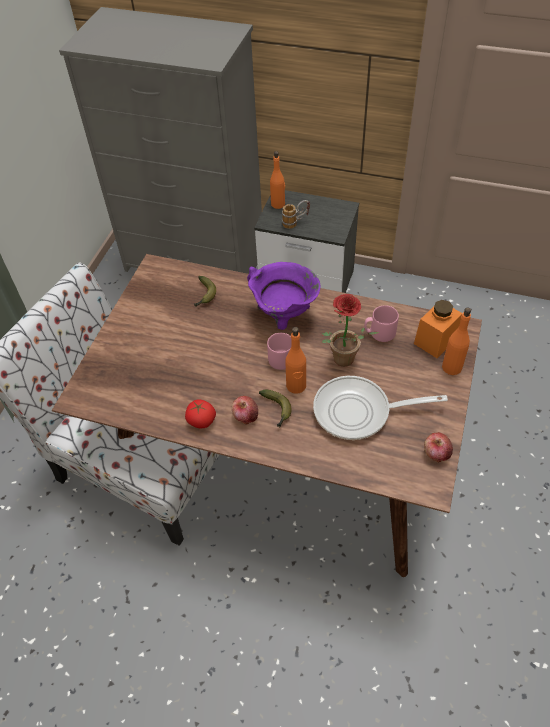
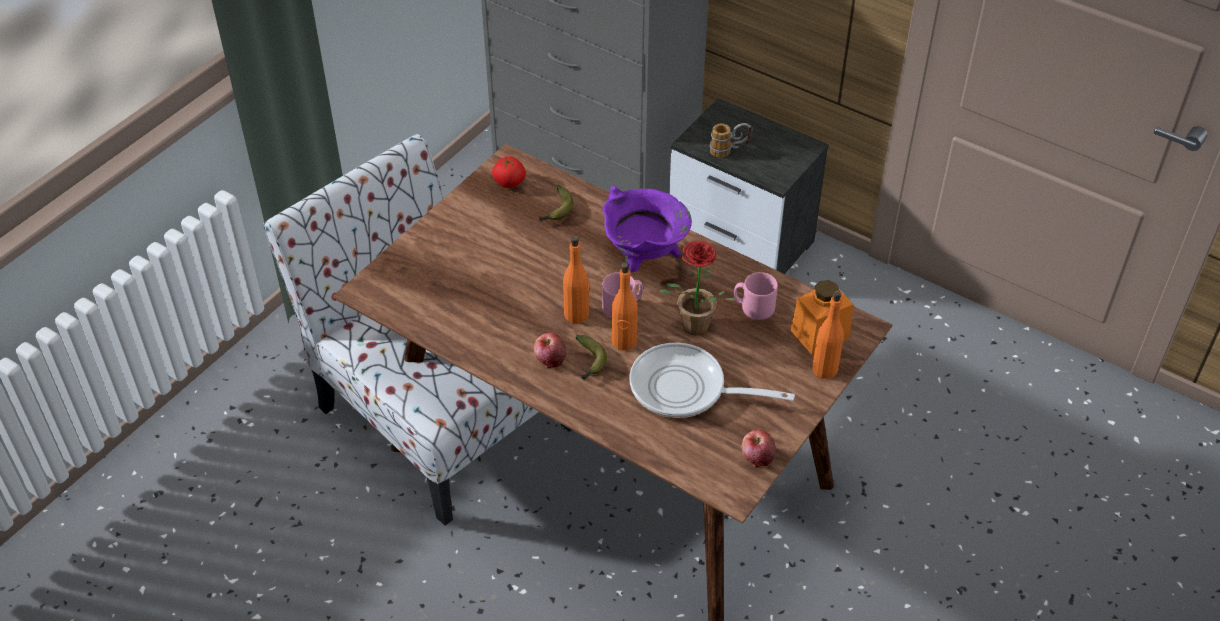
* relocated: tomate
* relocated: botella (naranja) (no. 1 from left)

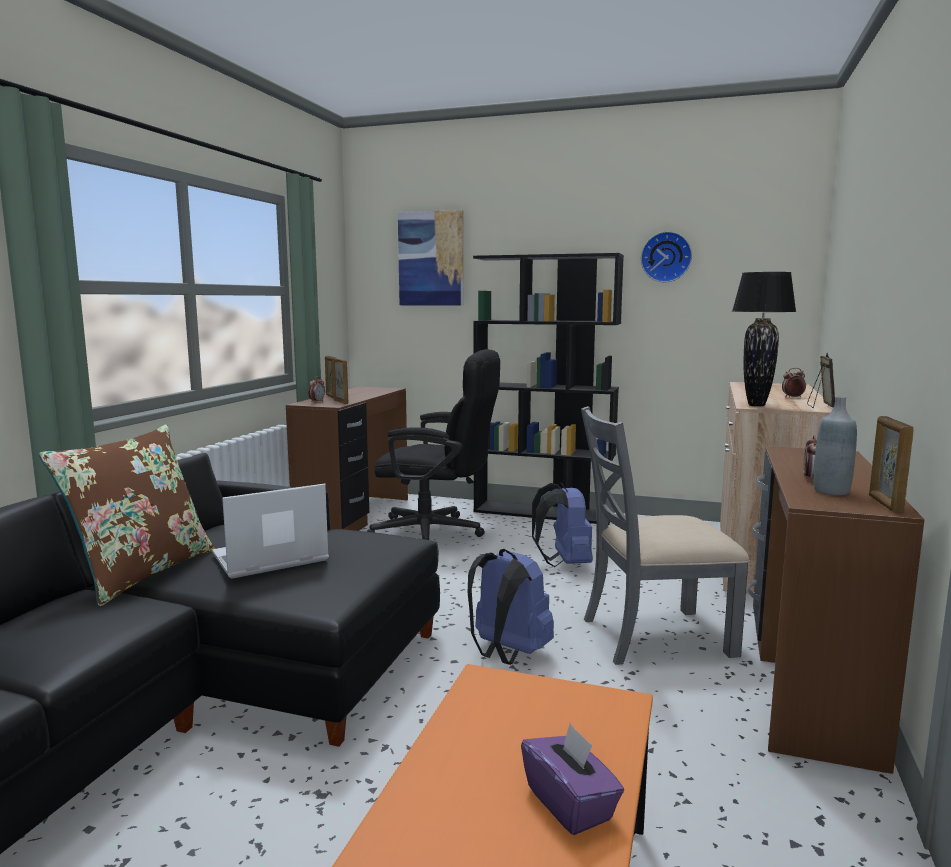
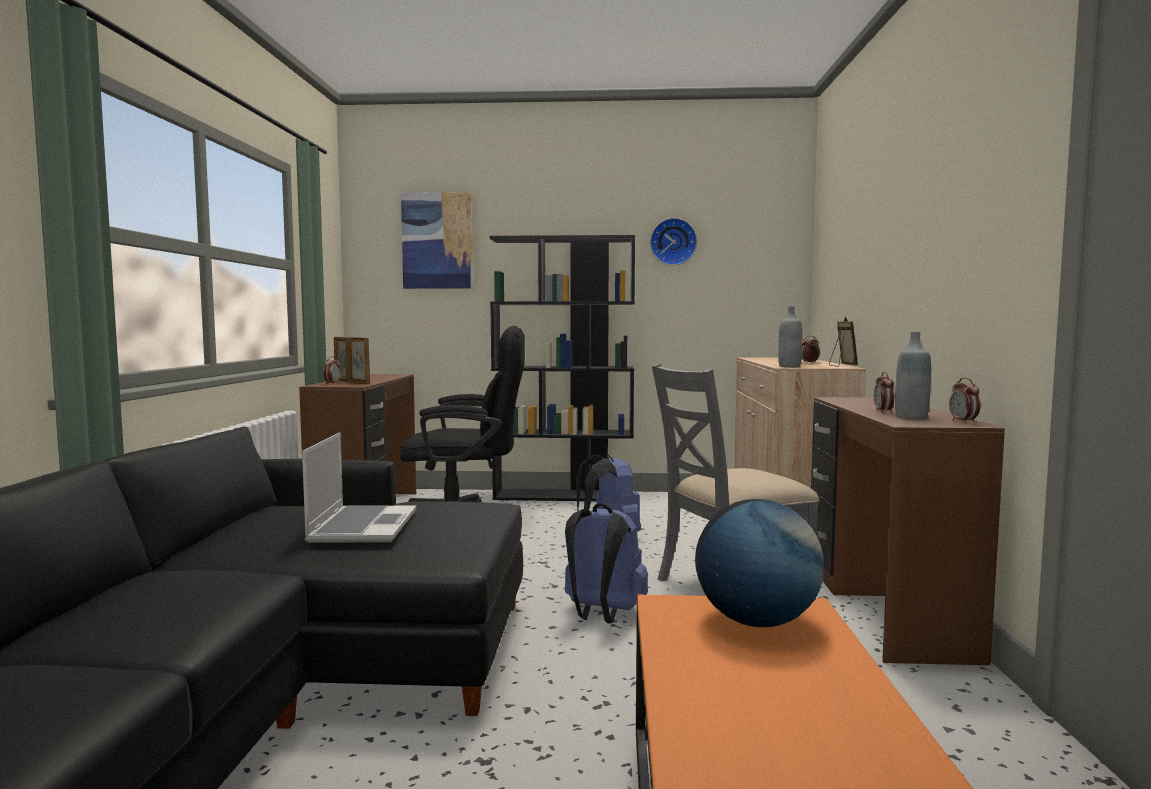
* missing: cojín (marrón)
* missing: caja de pañuelos (morado)
* appeared: globo terráqueo
* exchanged: lámpara de mesa (negro) to botella (gris) (no. 1 from left)
* exchanged: portarretratos (no. 4 from left) to despertador (no. 4 from left)
* spun: portátil 135 degrees clockwise

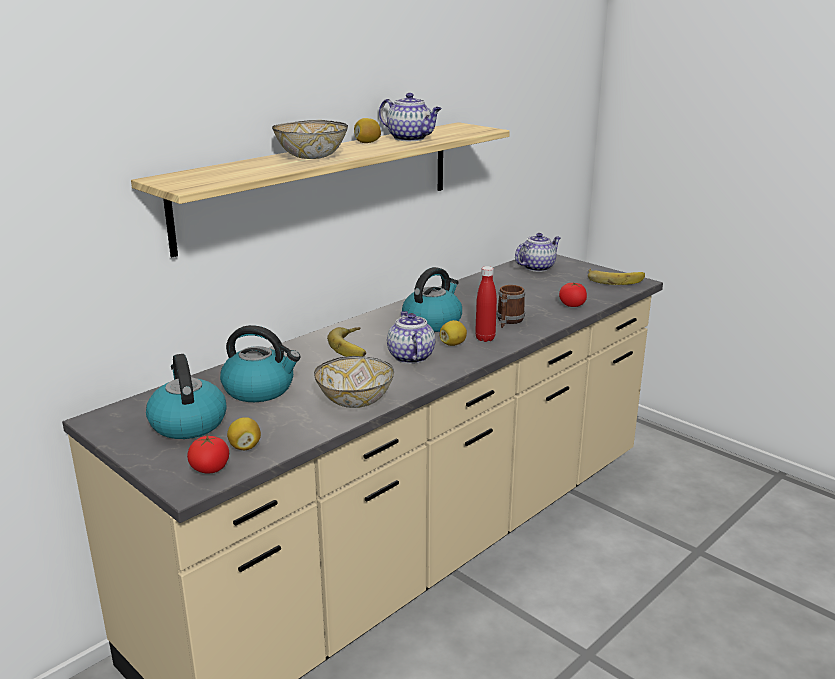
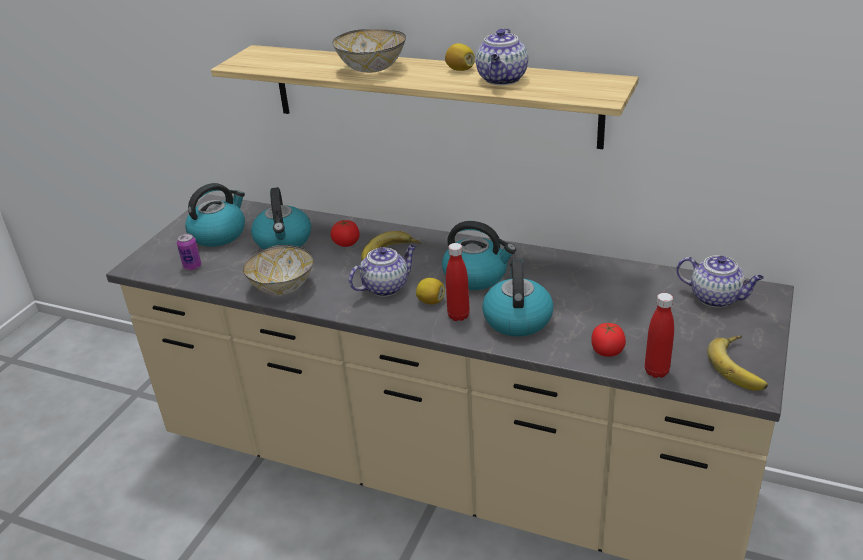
* appeared: botella (rojo) (no. 2 from left)
* relocated: tomate (no. 1 from left)
* exchanged: limón (no. 1 from left) to lata
* exchanged: taza grande to hervidor (no. 4 from left)

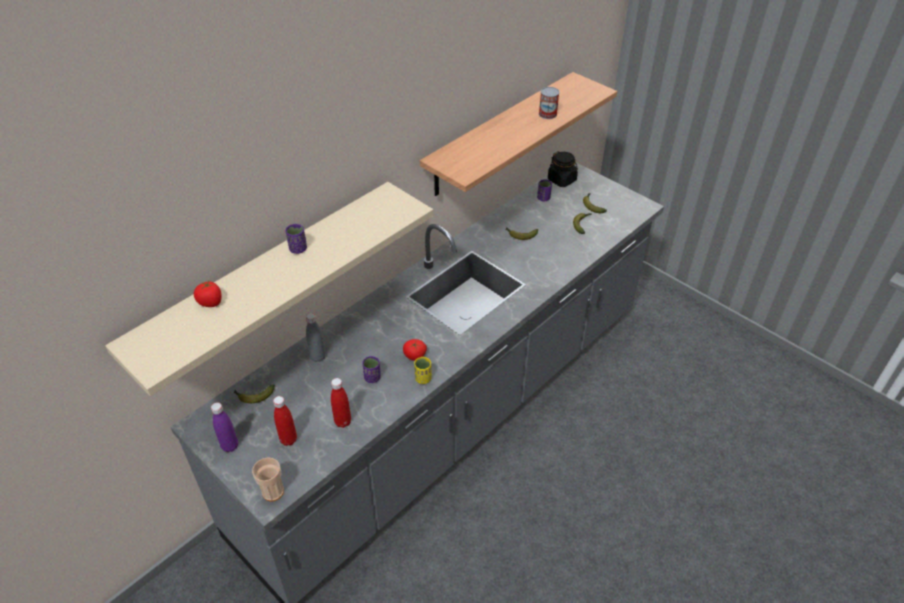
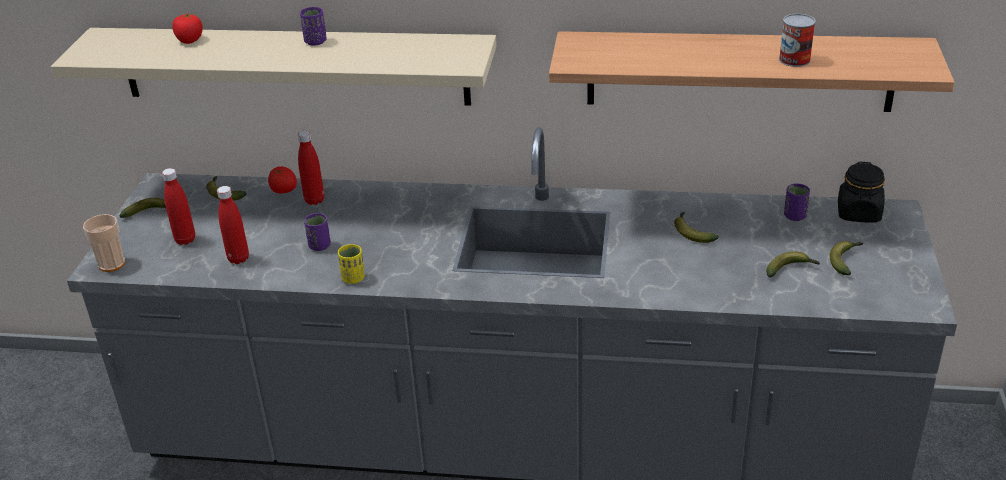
* relocated: tomate (no. 2 from left)
* exchanged: botella (morado) to plátano (no. 1 from left)
* colour: botella (gris) to botella (rojo) (no. 3 from left)

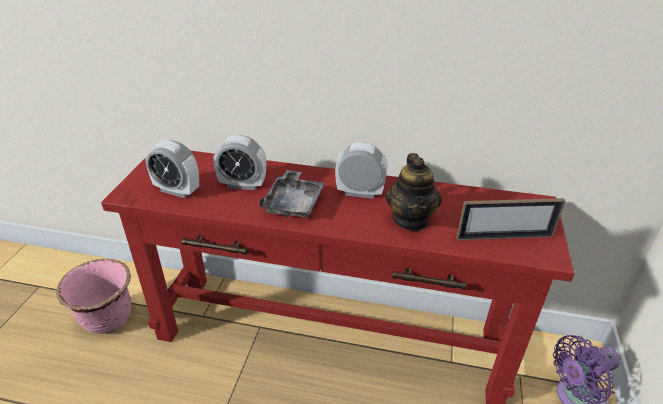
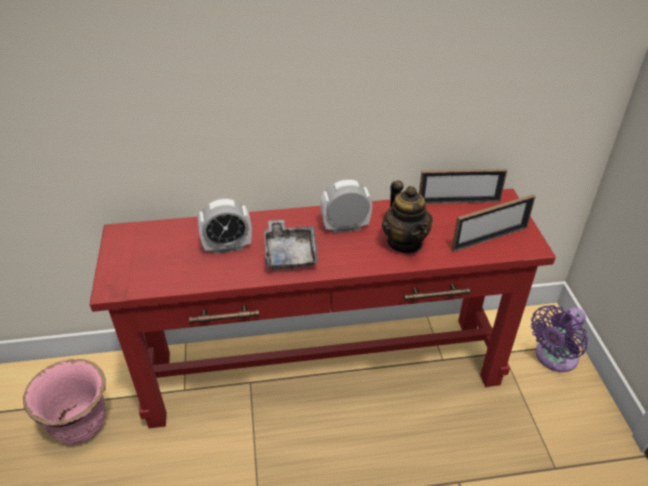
* missing: despertador (no. 1 from left)
* appeared: portarretratos (no. 1 from left)

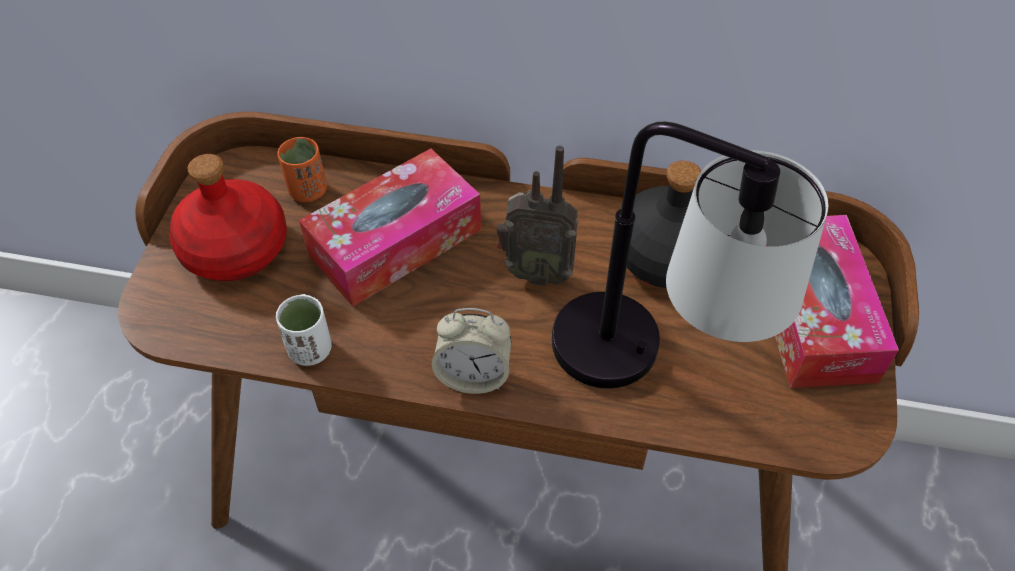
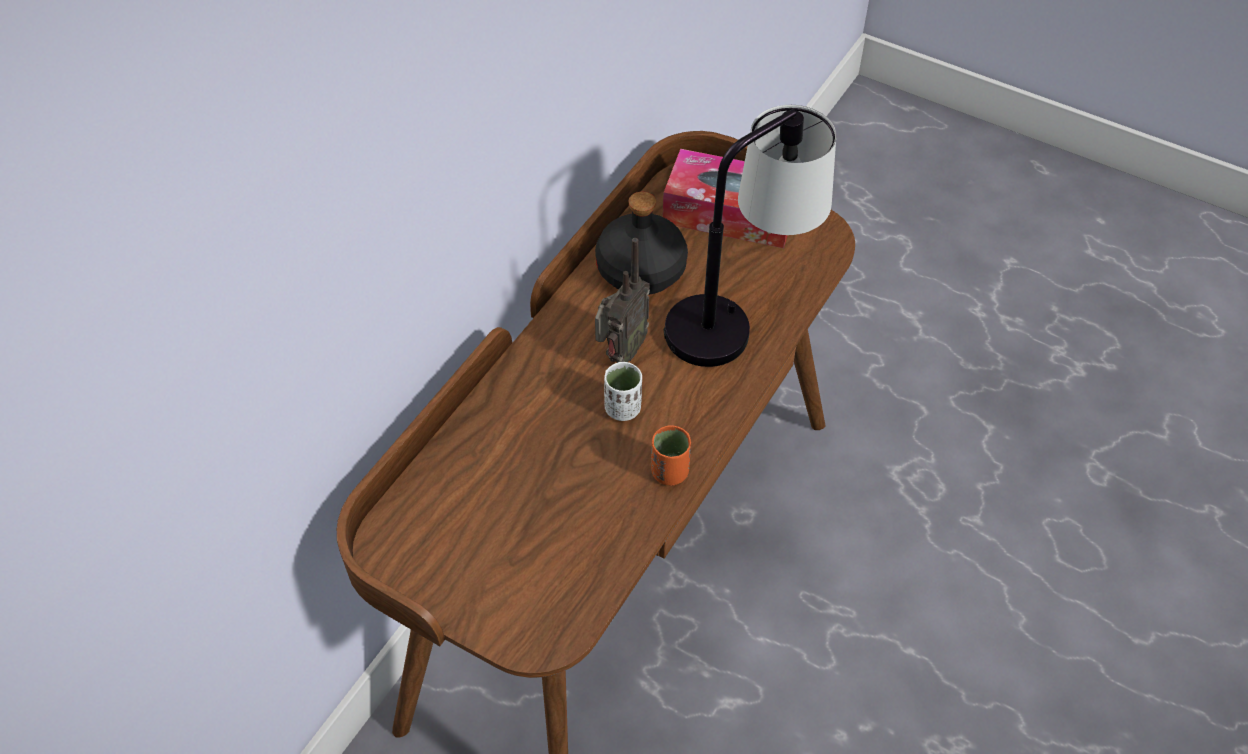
* missing: botella (rojo)
* missing: caja de pañuelos (no. 1 from left)
* missing: despertador
* relocated: taza (blanco)
* relocated: taza (naranja)

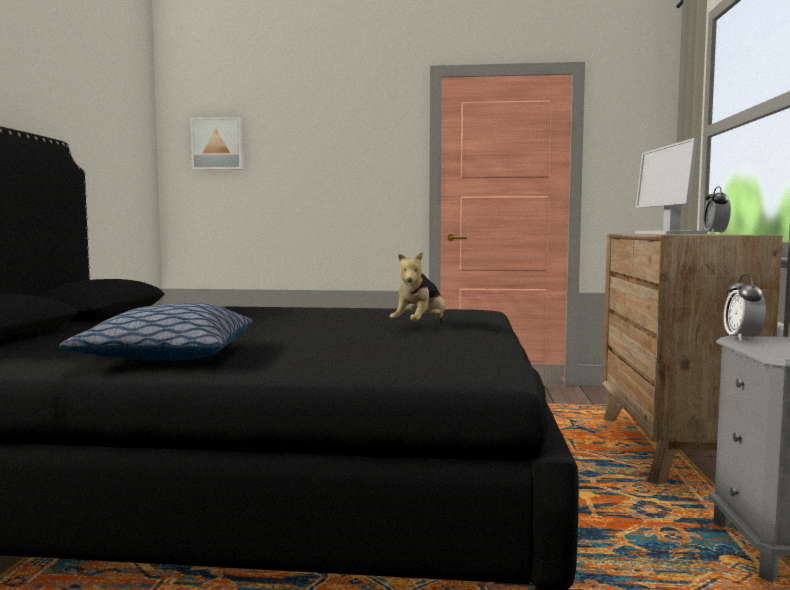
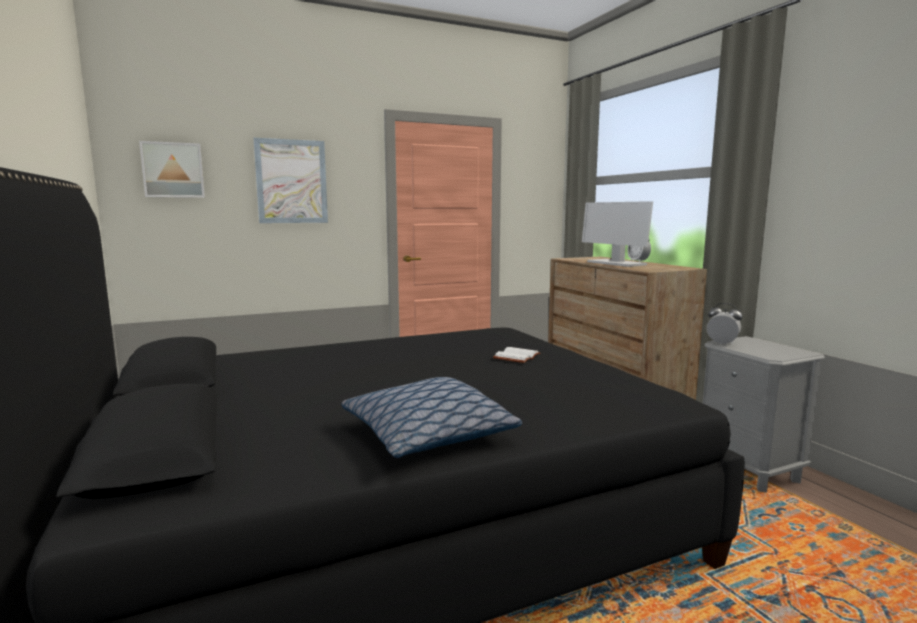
* appeared: cuadro (no. 2 from left)
* exchanged: peluche to libro (blanco)
* spun: despertador (no. 2 from left) 150 degrees clockwise

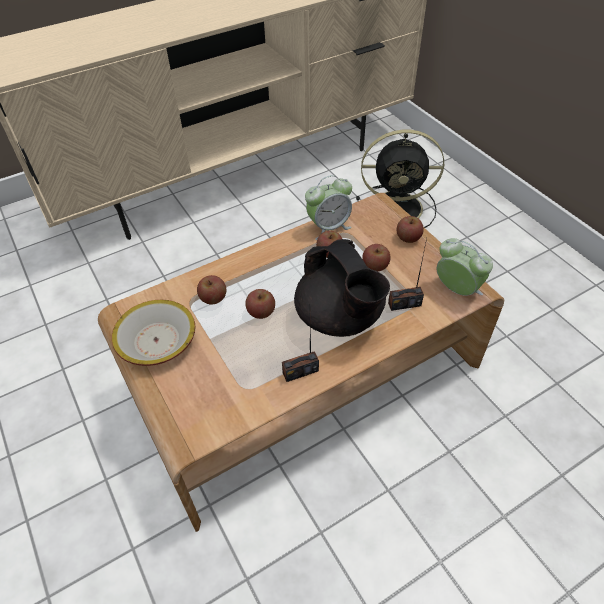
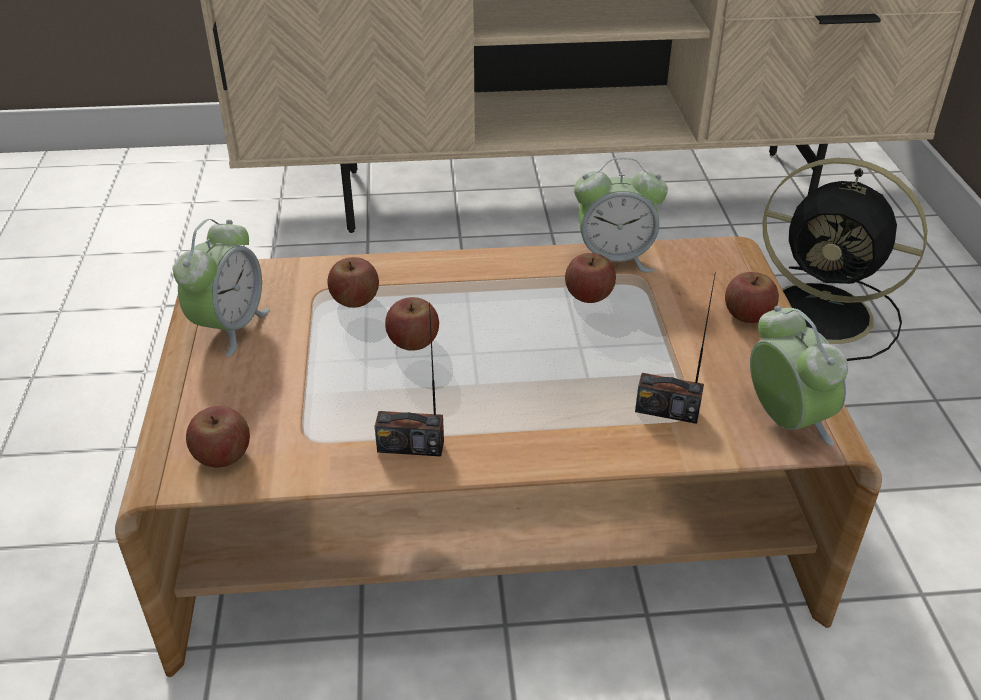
* missing: tetera (negro)
* relocated: manzana (no. 4 from left in the first image) to manzana (no. 1 from left)
* exchanged: cuenco to despertador (no. 1 from left)

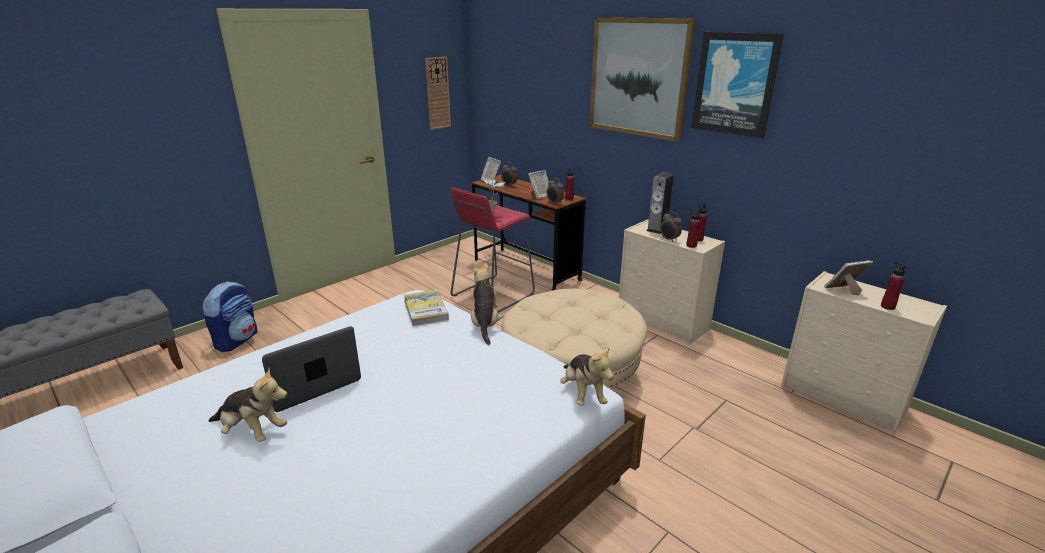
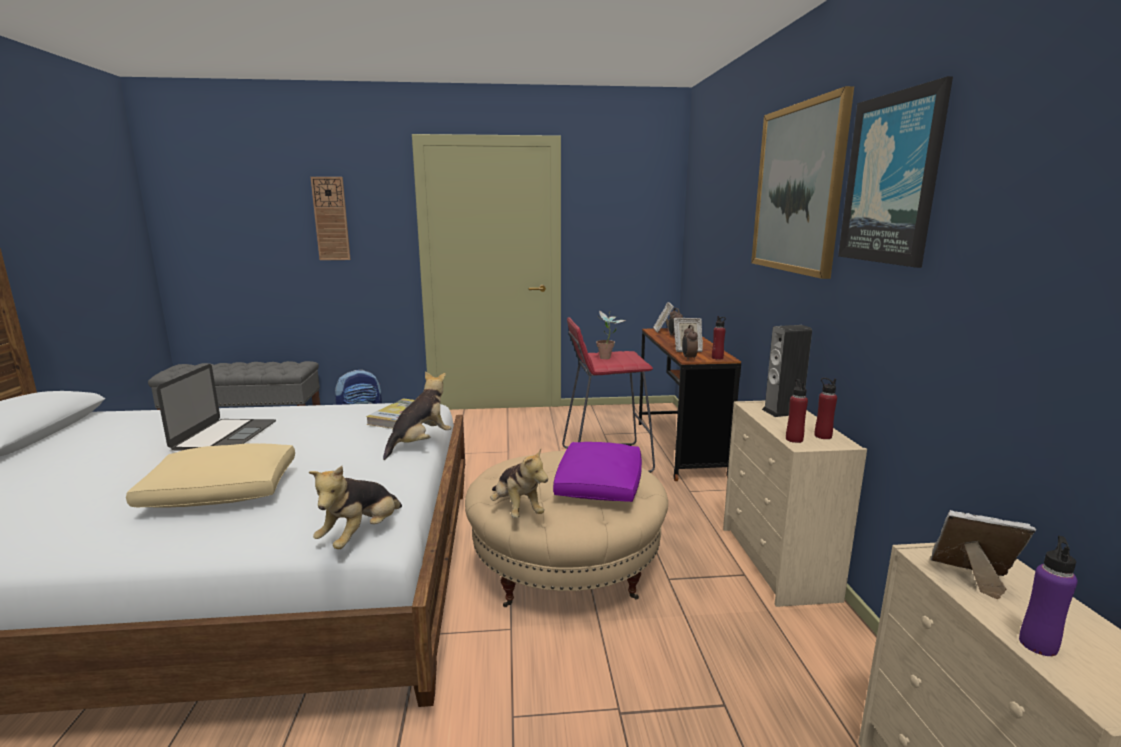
* missing: despertador (no. 3 from left)
* appeared: cojín (beis)
* appeared: cojín (morado)
* relocated: peluche (no. 1 from left in the first image) to peluche (no. 3 from left)
* relocated: reloj de pared
* colour: botella (rojo) (no. 4 from left) to botella (morado)
* spun: portátil 90 degrees clockwise

